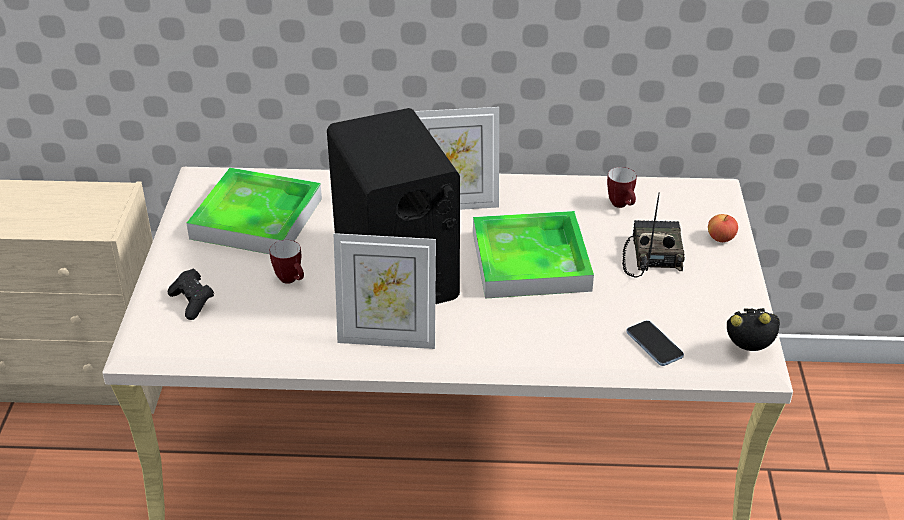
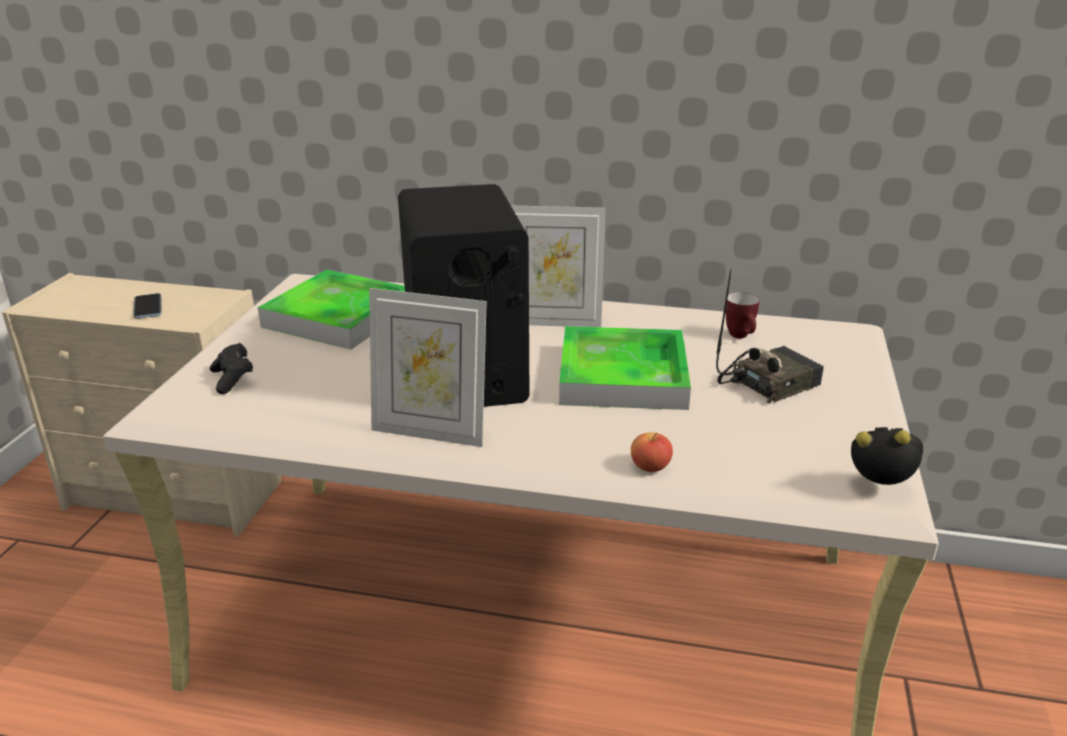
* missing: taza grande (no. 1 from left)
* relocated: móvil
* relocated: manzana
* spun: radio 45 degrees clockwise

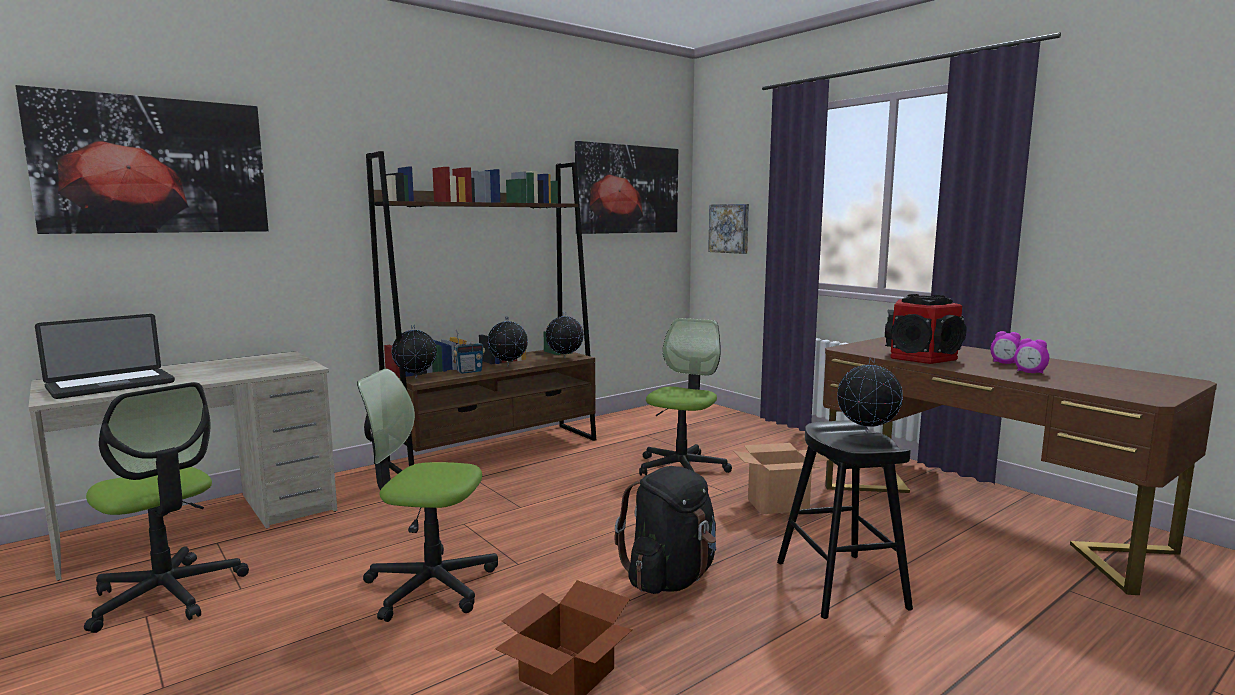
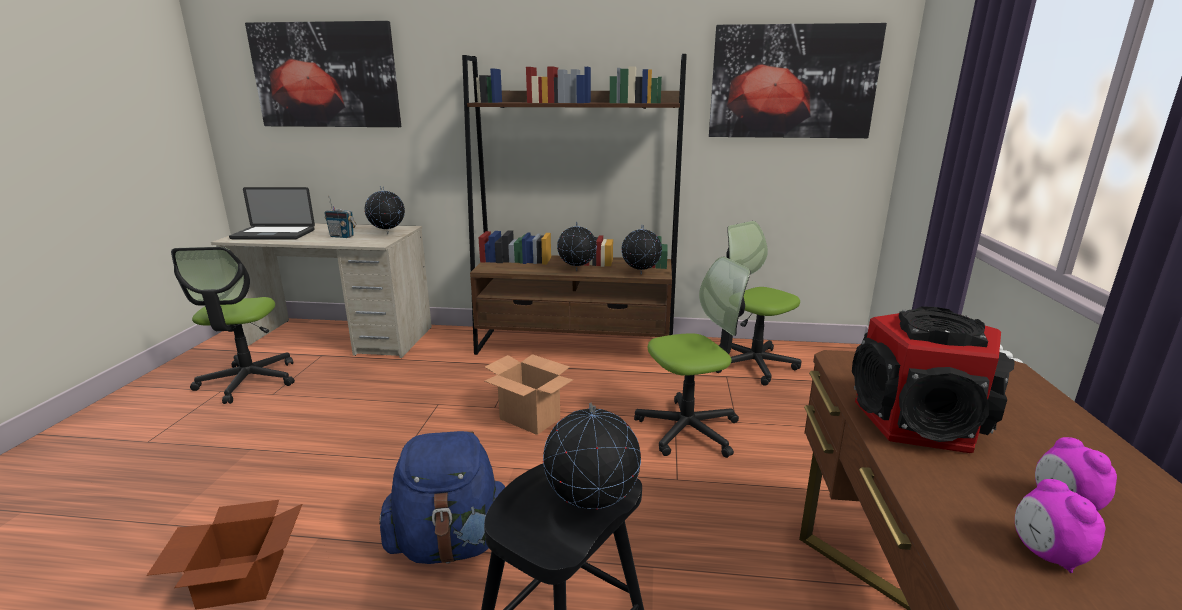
* missing: cuadro (no. 3 from left)
* relocated: silla de oficina (no. 2 from left in the first image) to silla de oficina (no. 3 from left)
* relocated: globo terráqueo (no. 1 from left)
* relocated: radio
* relocated: caja de cartón (no. 2 from left)
* colour: mochila (negro) to mochila (azul)

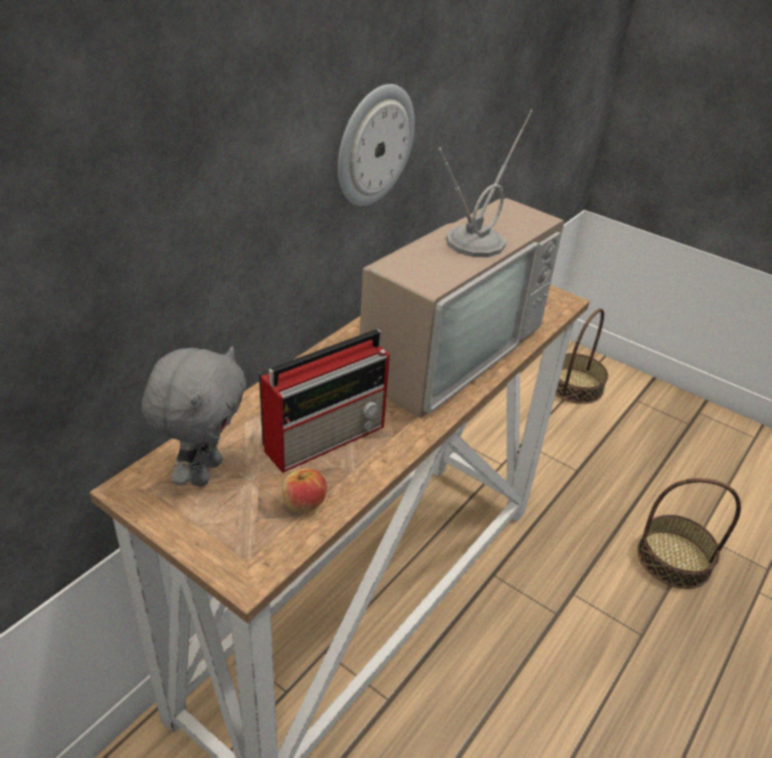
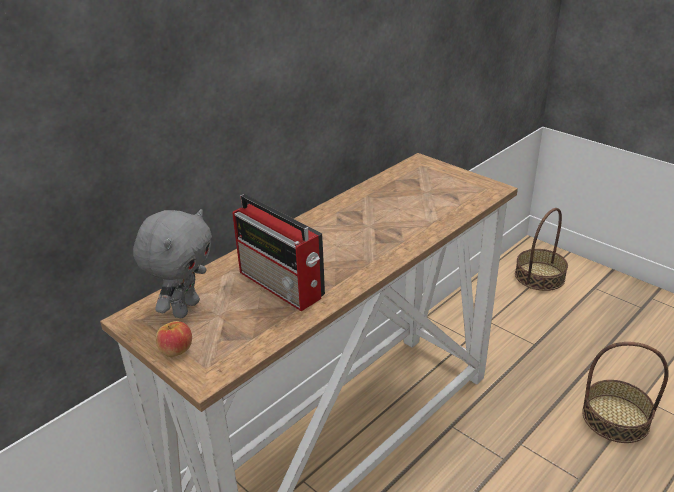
* missing: reloj de pared
* missing: televisor
* relocated: manzana
* spun: radio 75 degrees clockwise

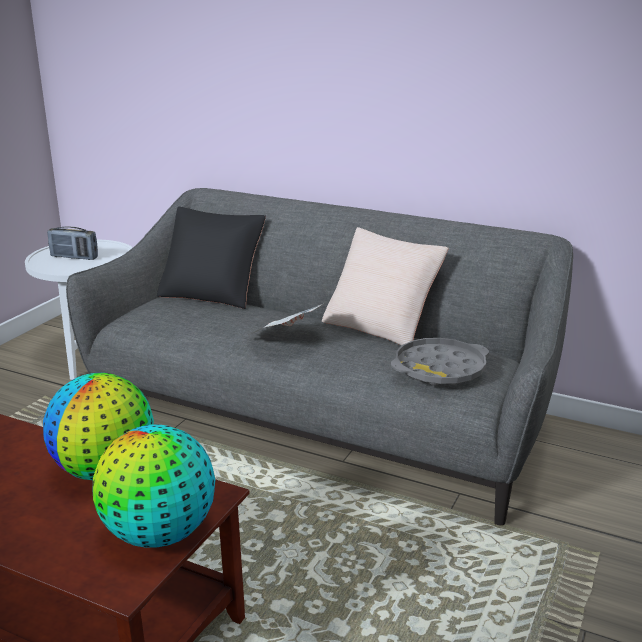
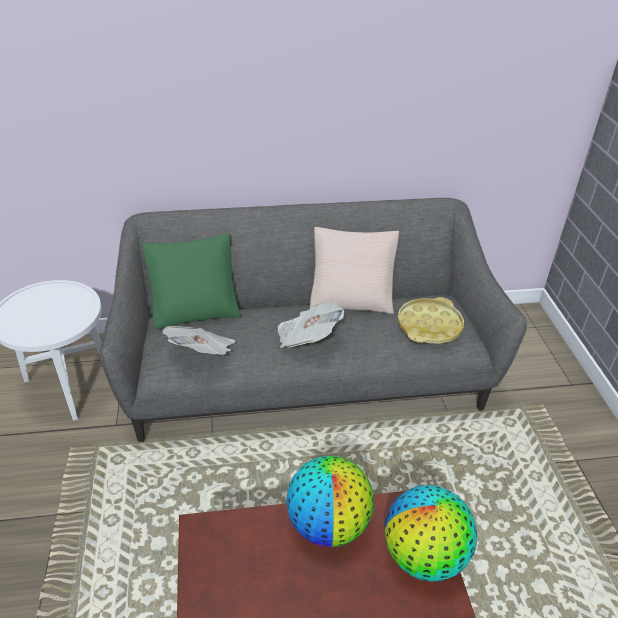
* missing: radio
* appeared: periódico (no. 1 from left)
* colour: cojín (negro) to cojín (verde)
* colour: bandeja (gris) to bandeja (amarillo)

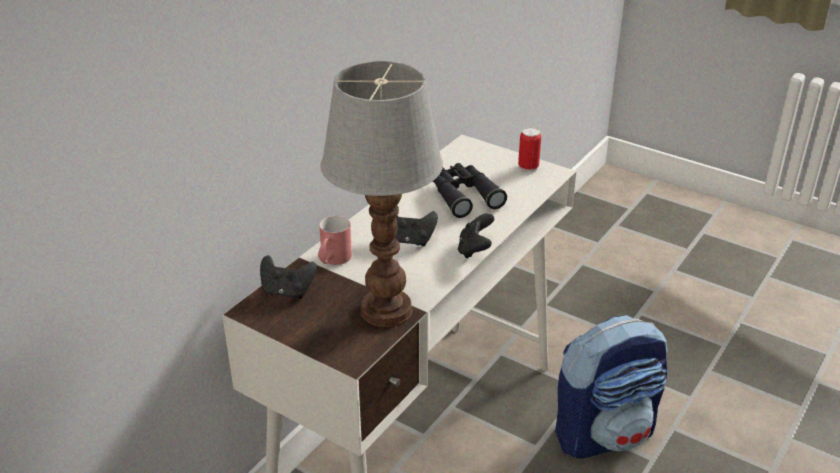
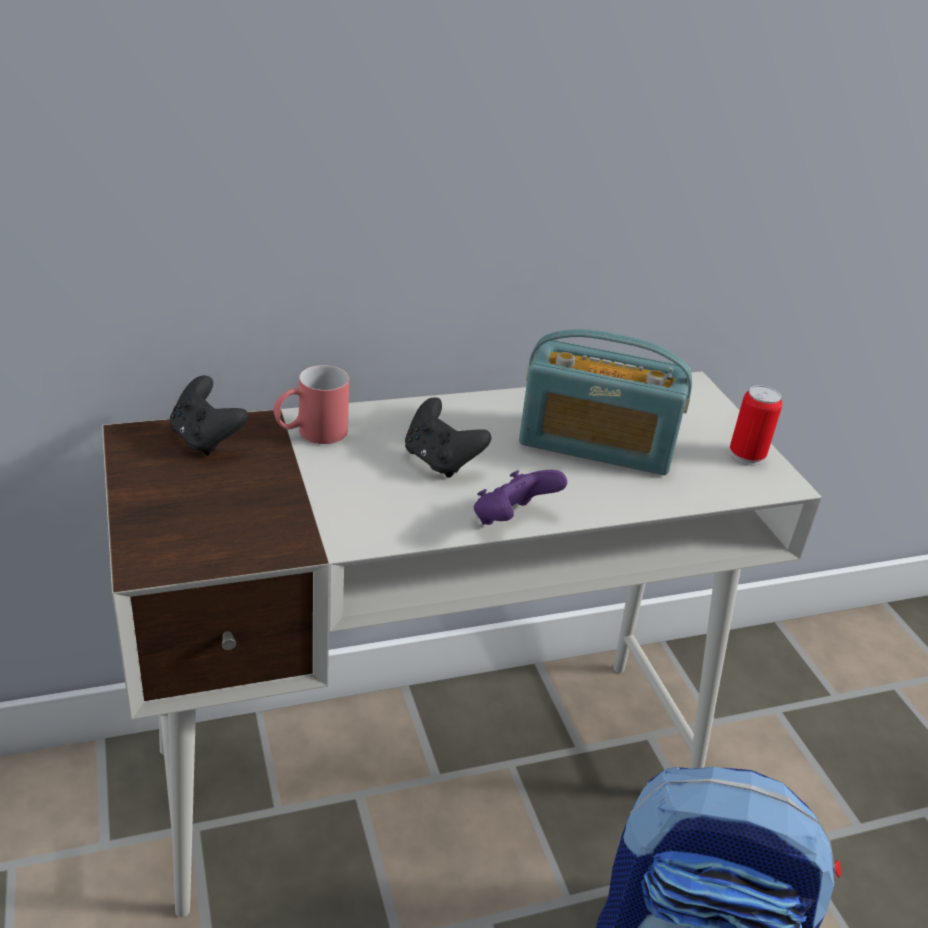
* missing: lámpara de mesa
* exchanged: prismáticos (negro) to radio
* colour: mando de consola (negro) (no. 3 from left) to mando de consola (morado)

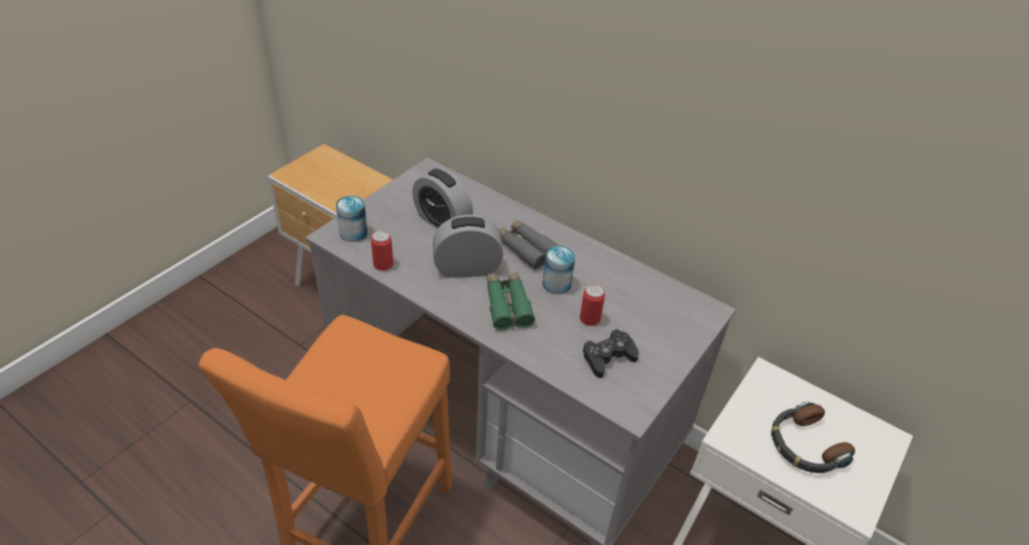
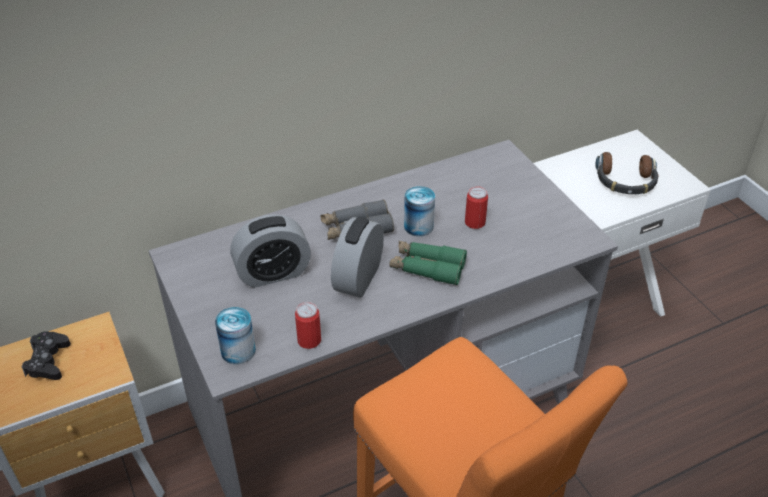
* relocated: mando de consola (negro)

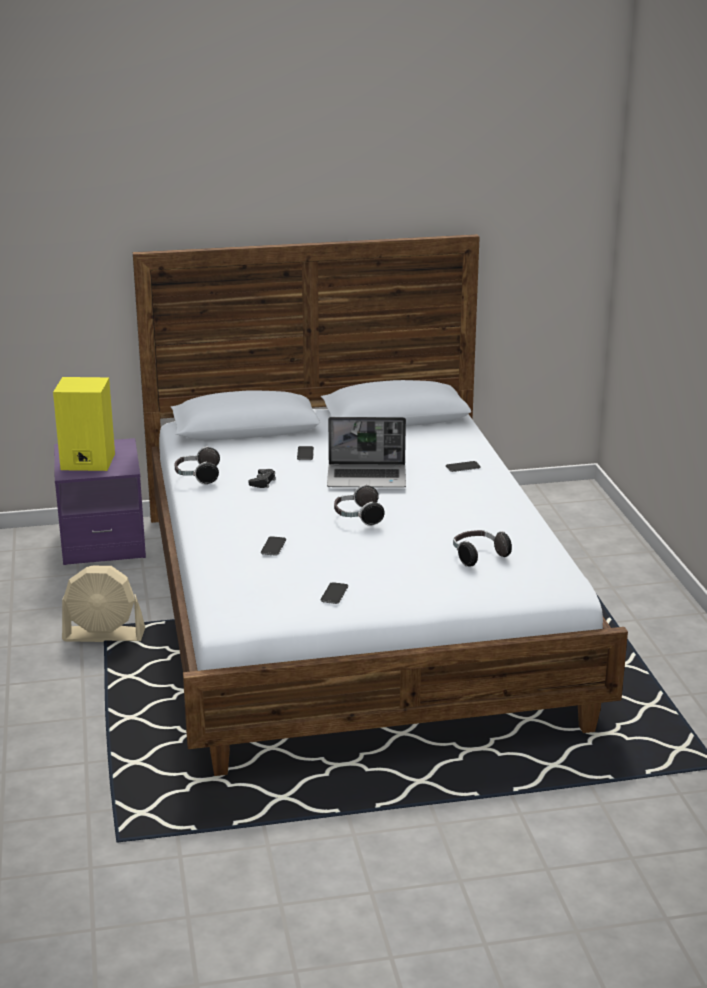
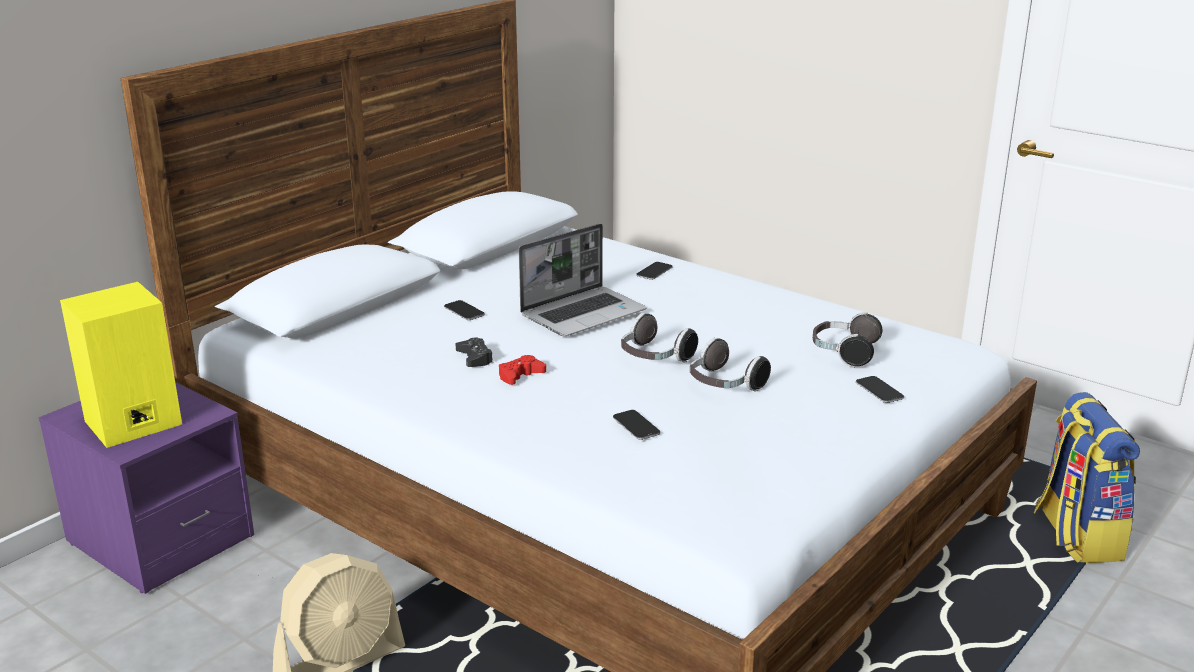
* appeared: mando de consola (rojo)
* appeared: mochila
* relocated: auriculares (no. 1 from left in the first image) to auriculares (no. 2 from left)
* relocated: móvil (no. 3 from left in the first image) to móvil (no. 4 from left)

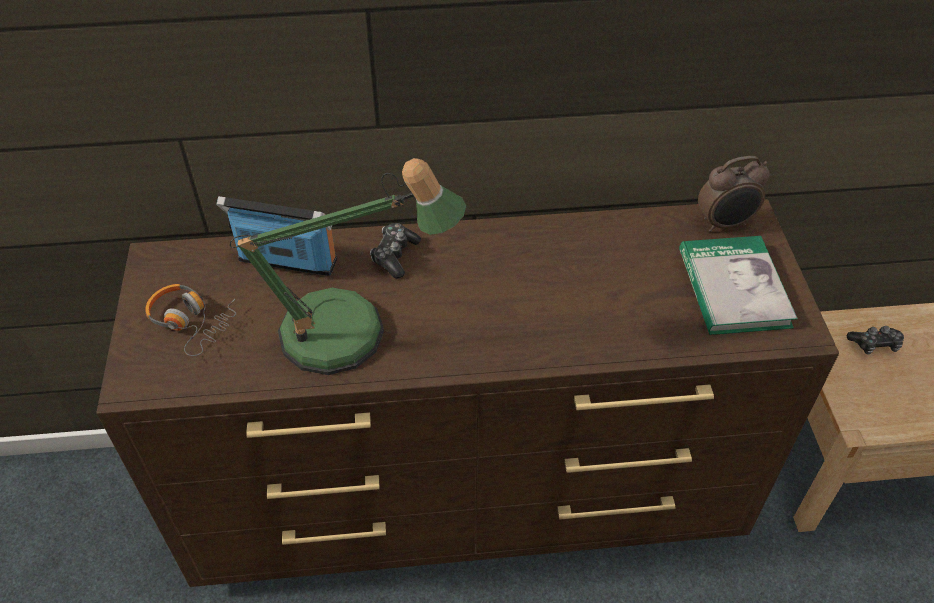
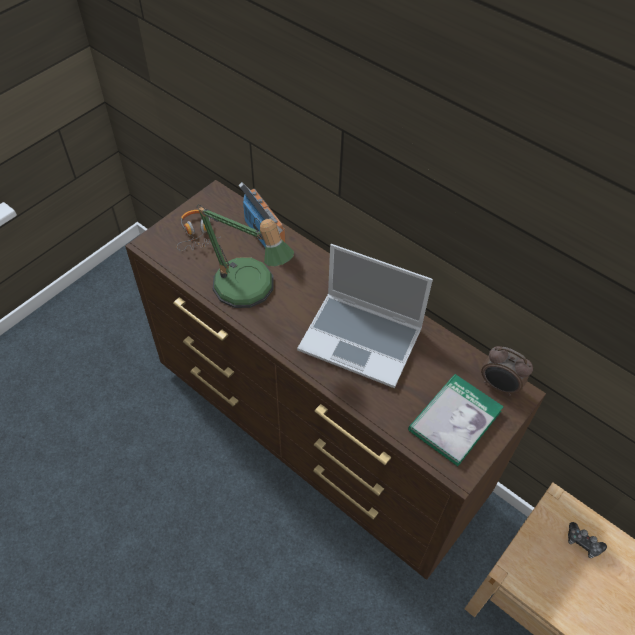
* missing: mando de consola (no. 1 from left)
* appeared: portátil

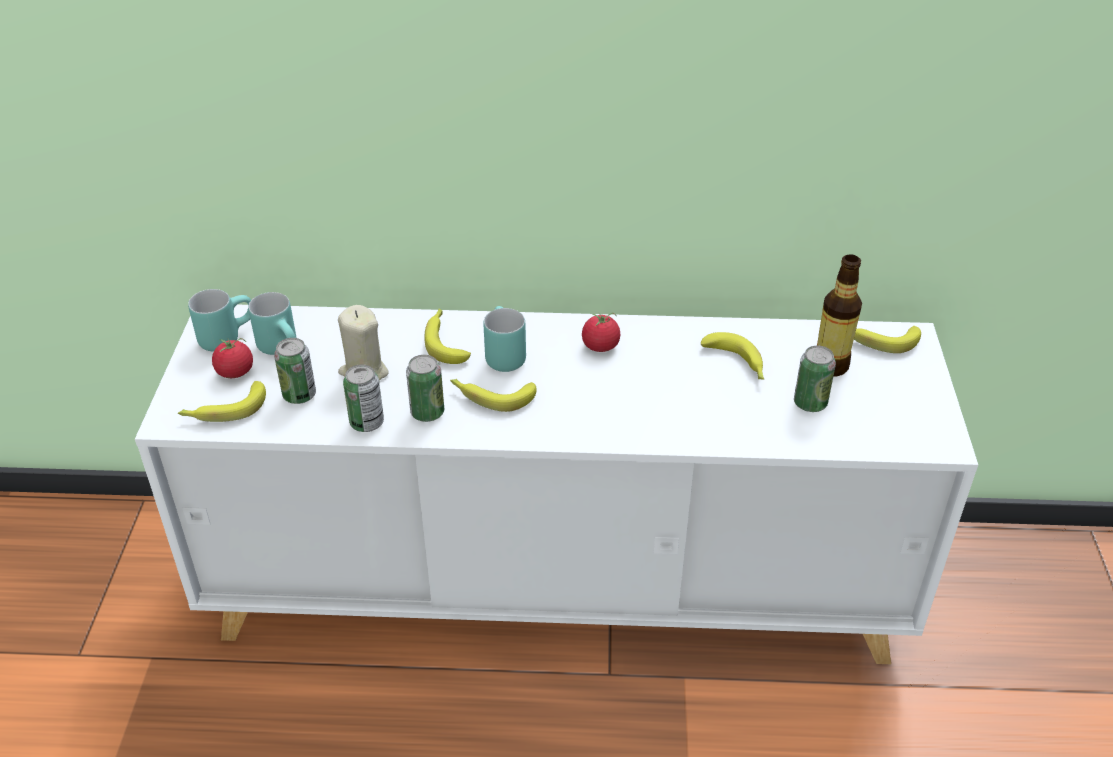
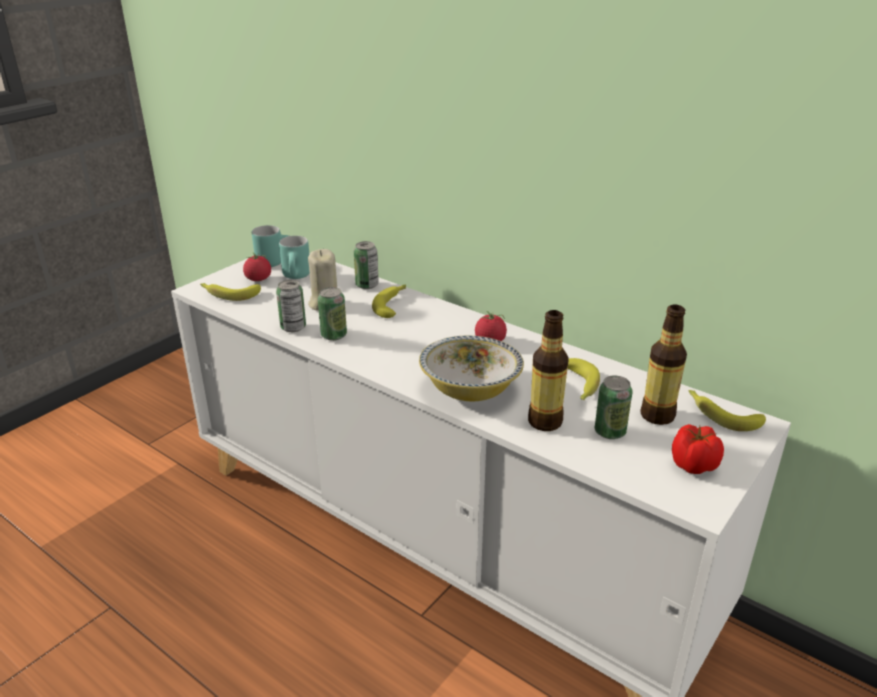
* missing: plátano (no. 3 from left)
* missing: taza grande (turquesa) (no. 3 from left)
* appeared: cuenco
* appeared: botella (no. 1 from left)
* appeared: tomate (no. 3 from left)
* relocated: lata (no. 1 from left in the first image) to lata (no. 3 from left)

